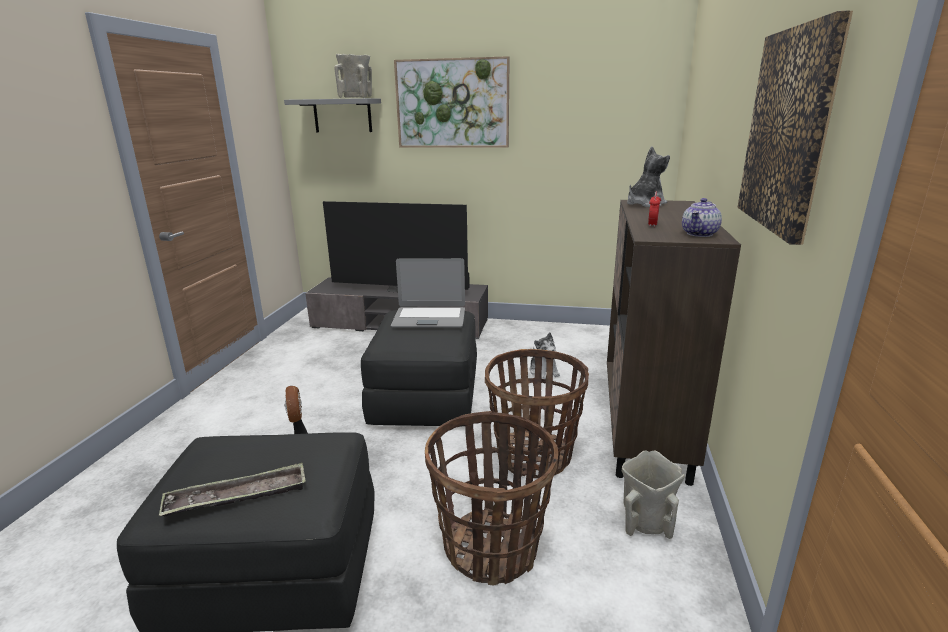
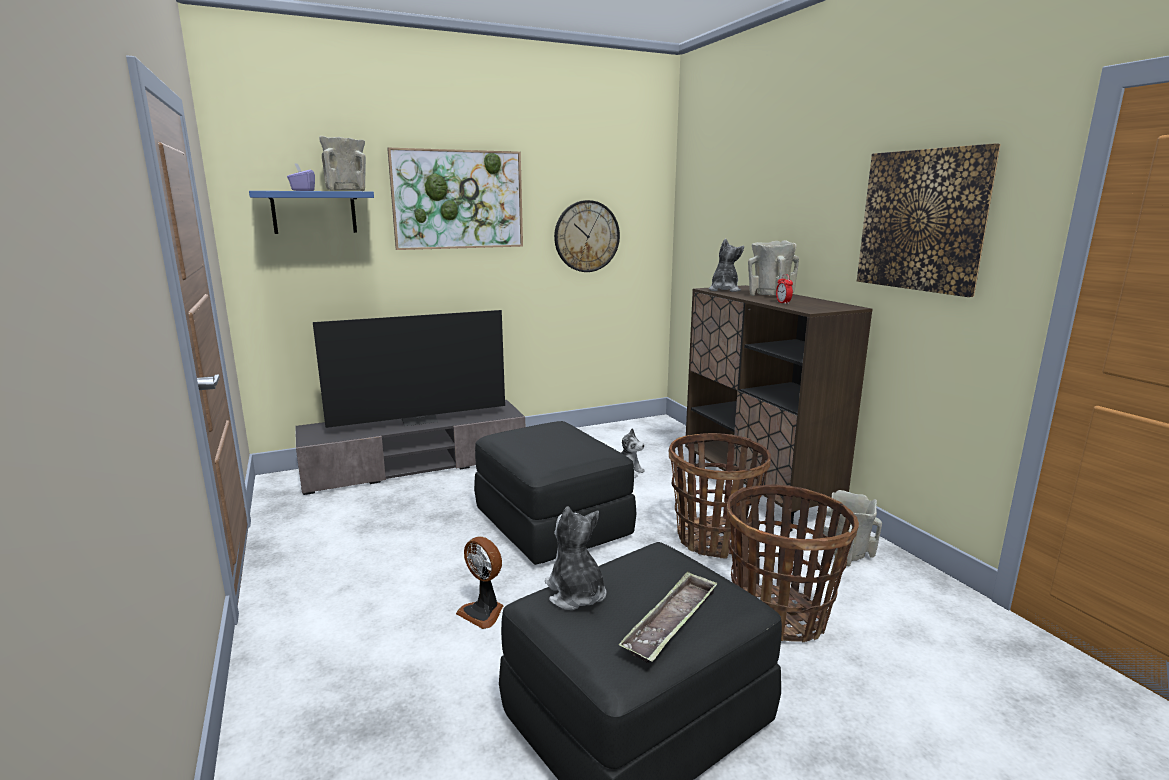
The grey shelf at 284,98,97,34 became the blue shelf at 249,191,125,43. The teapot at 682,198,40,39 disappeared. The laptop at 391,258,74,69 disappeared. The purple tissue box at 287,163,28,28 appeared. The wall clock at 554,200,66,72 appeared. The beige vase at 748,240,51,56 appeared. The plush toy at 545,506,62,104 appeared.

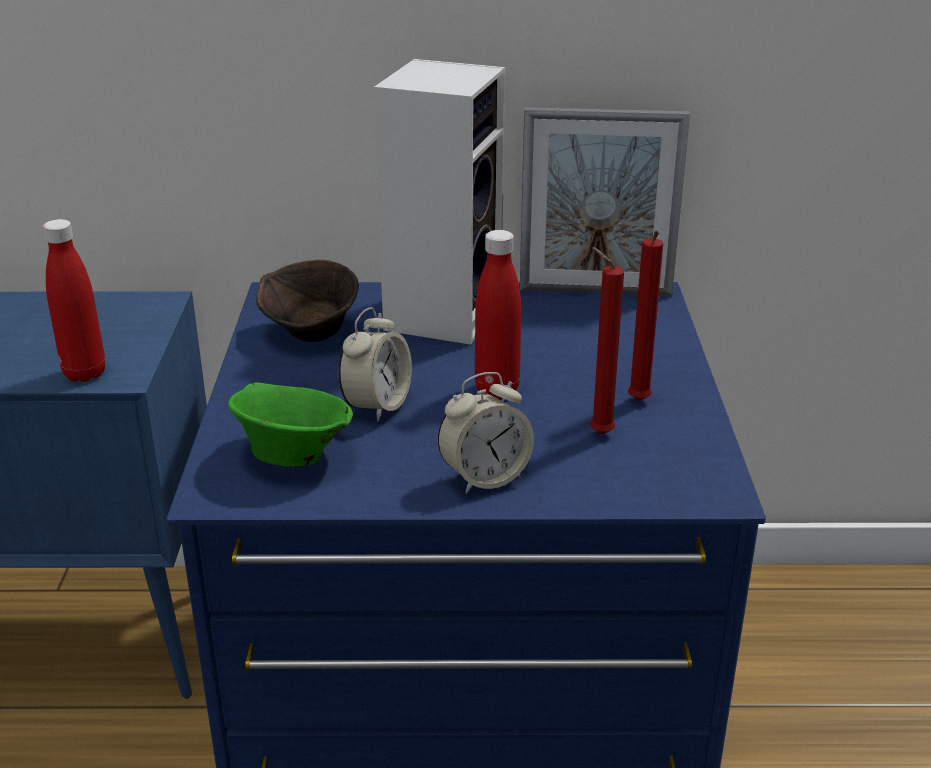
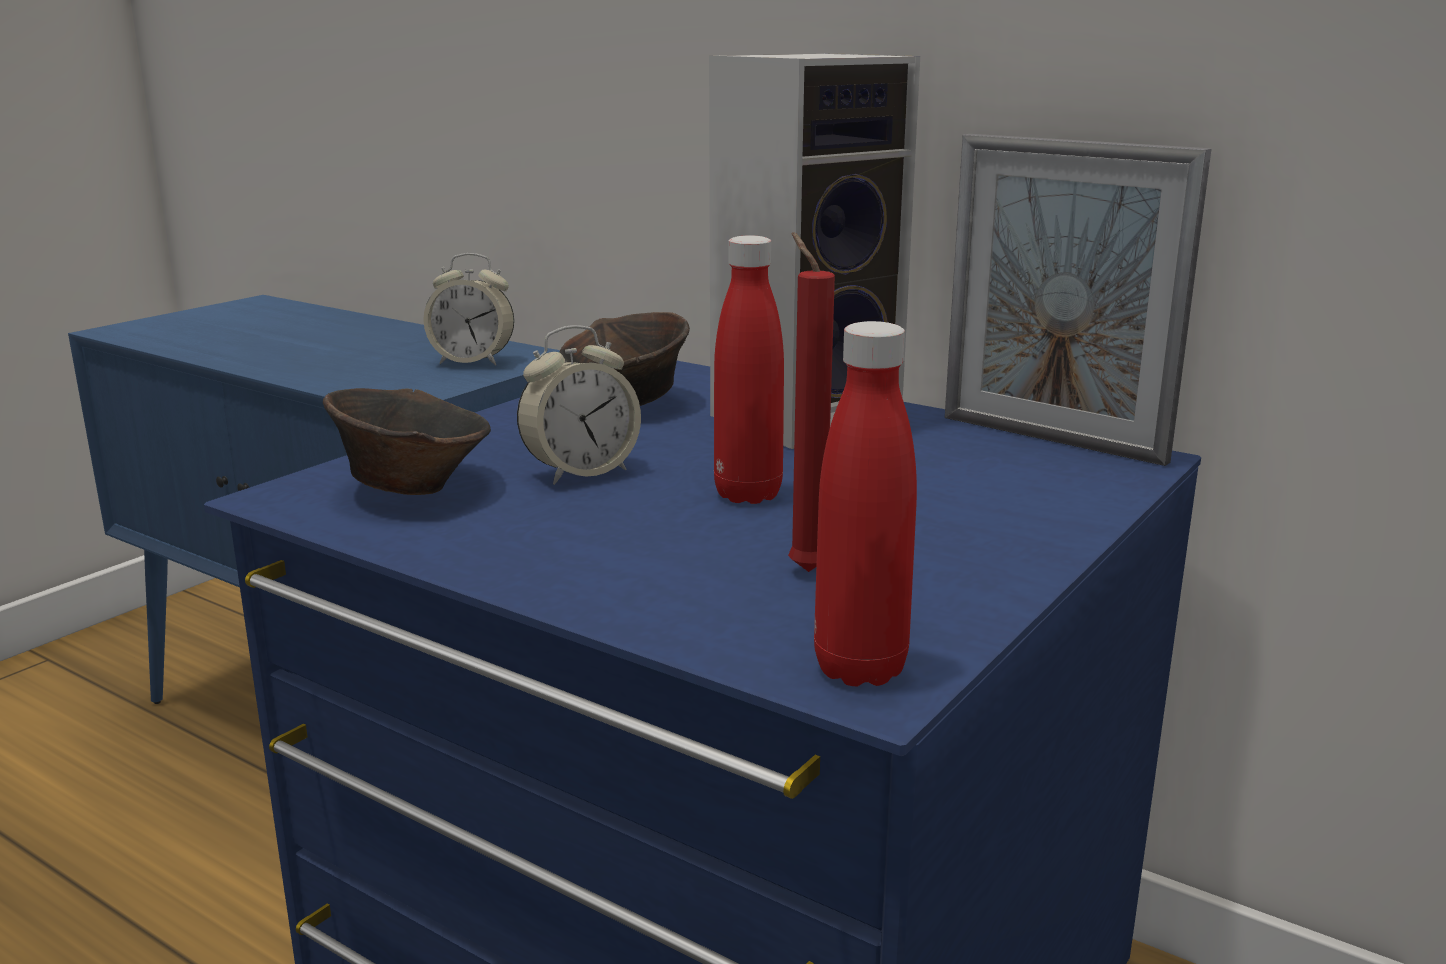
The red bottle moved from 43,219,62,163 to 814,321,103,366. The red candle at 628,230,35,171 disappeared. The alarm clock moved from 438,372,96,122 to 423,253,91,113. The green bowl at 228,382,125,85 became the brown bowl at 323,388,168,107.

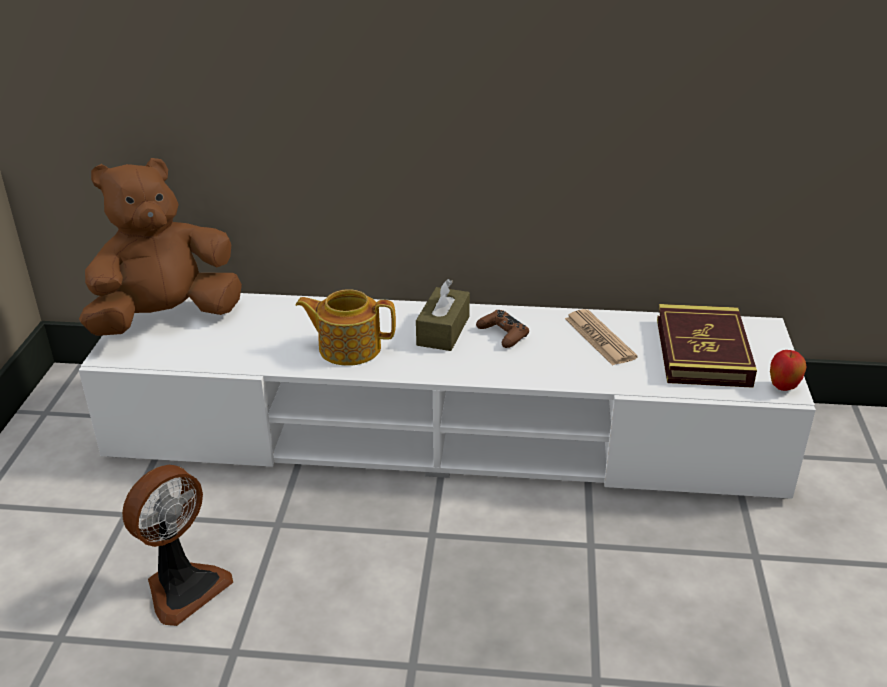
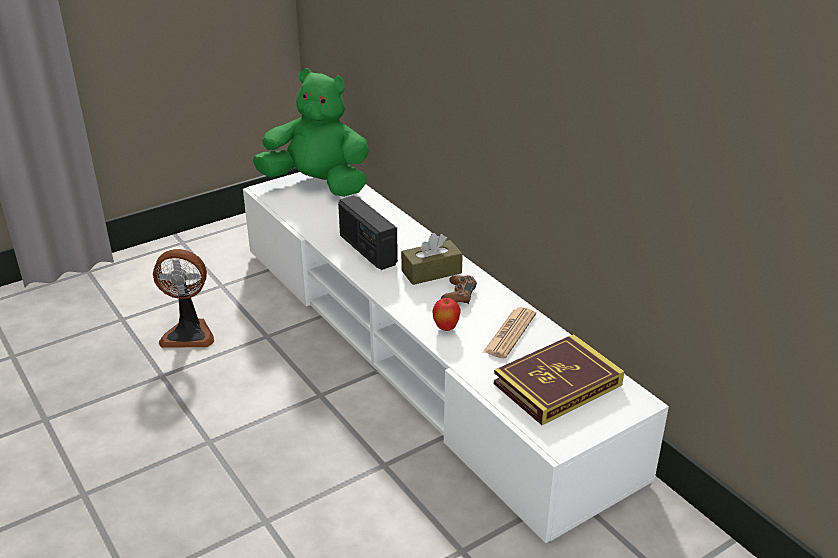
The brown plush toy at 79,158,163,178 became the green plush toy at 253,68,116,129. The teapot at 295,289,101,77 was replaced by the radio at 338,195,60,75. The apple moved from 770,350,37,41 to 432,298,29,33.

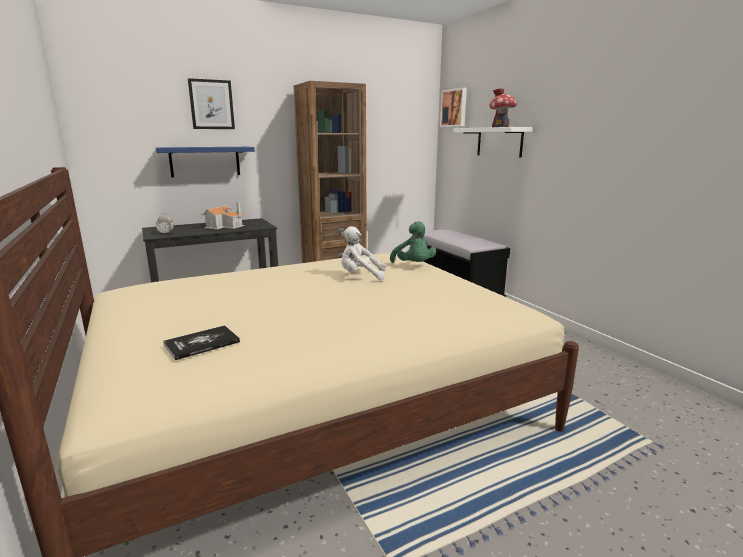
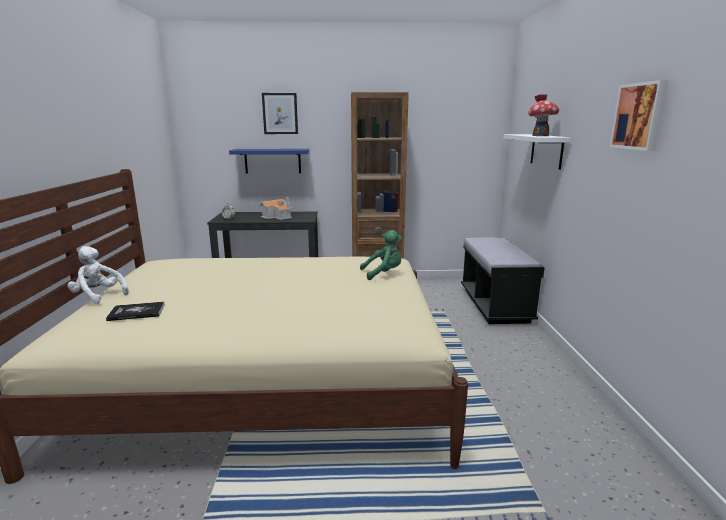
The picture moved from 440,88,27,39 to 609,80,60,71. The green plush toy at 390,221,46,42 turned 105 degrees counterclockwise. The white plush toy moved from 341,226,45,54 to 67,246,62,58.

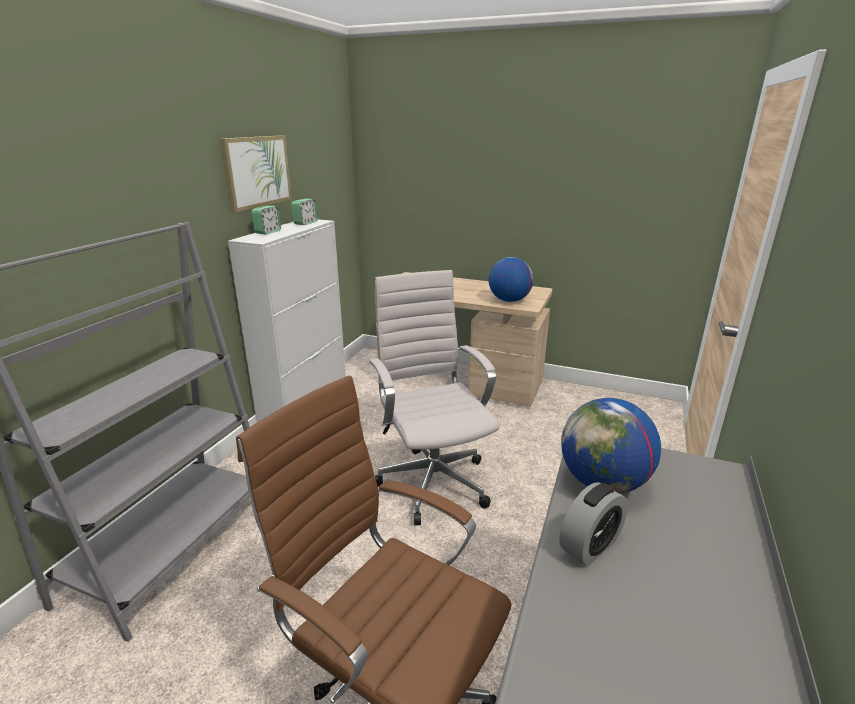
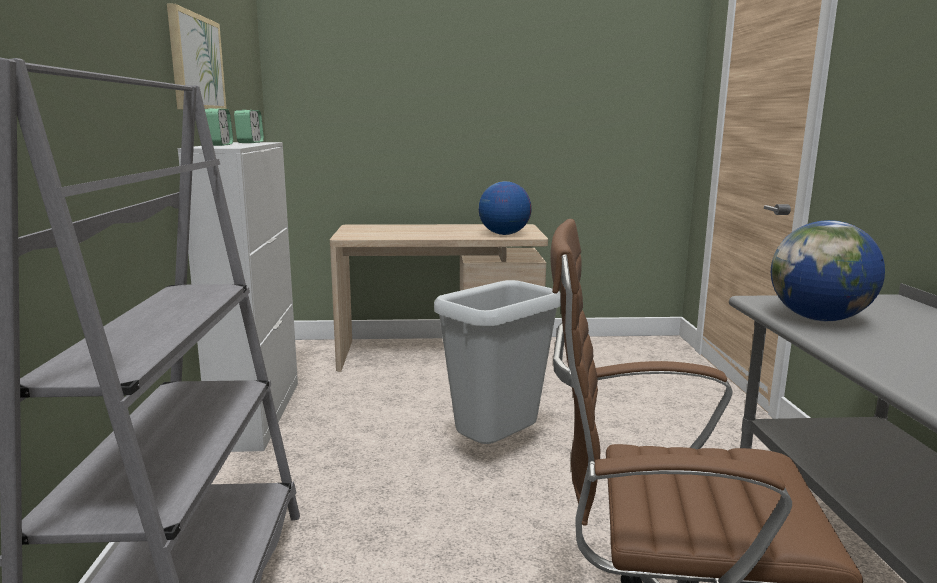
The white office chair at 369,270,130,255 was replaced by the grey trash can at 434,280,127,164. The alarm clock at 559,482,69,84 disappeared.

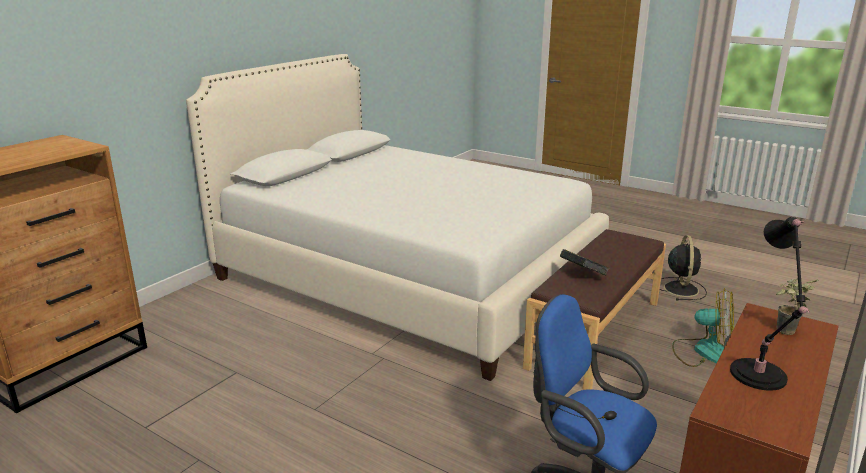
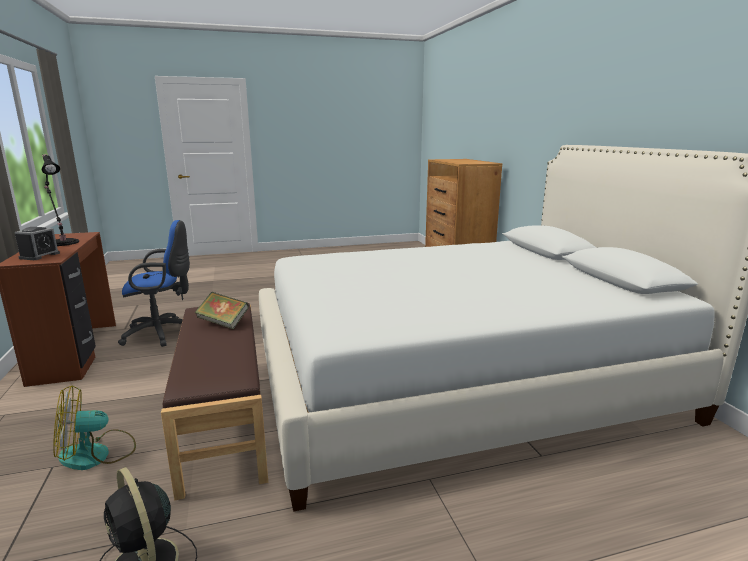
The potted plant at 776,278,43,57 was replaced by the alarm clock at 15,227,45,33.

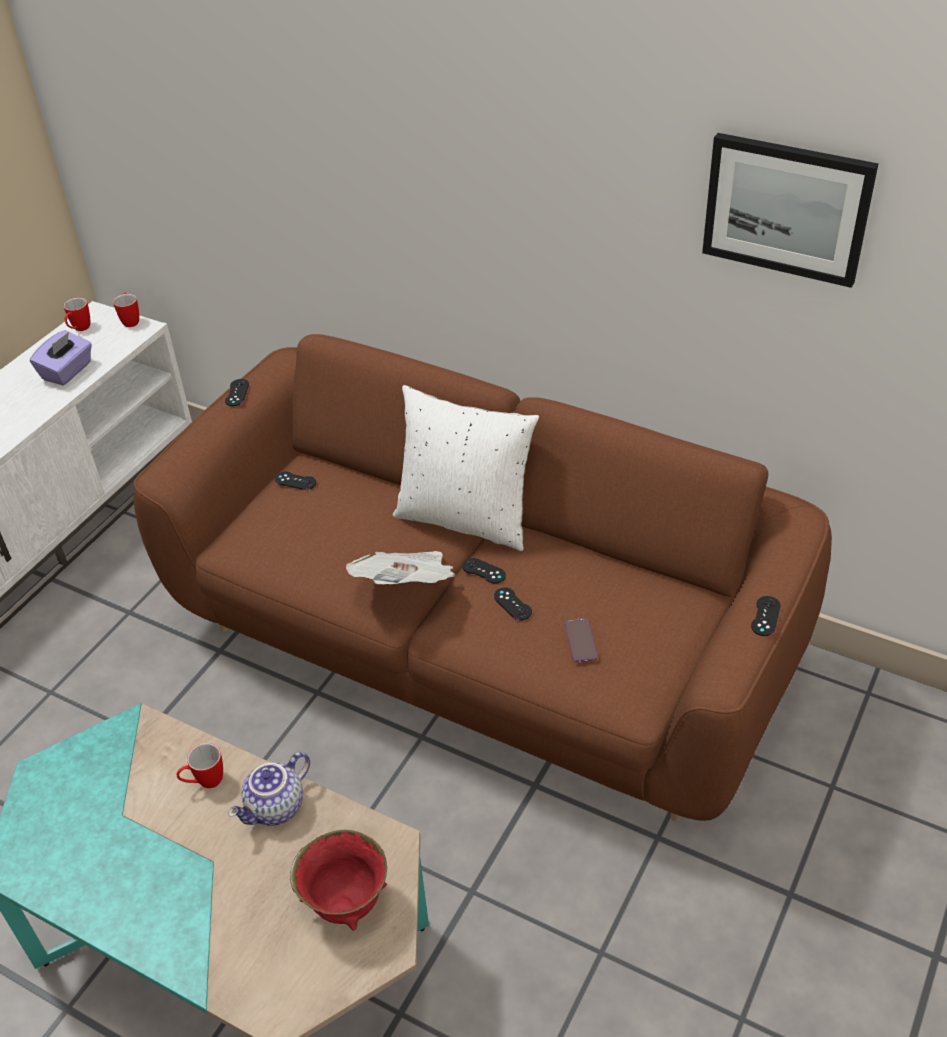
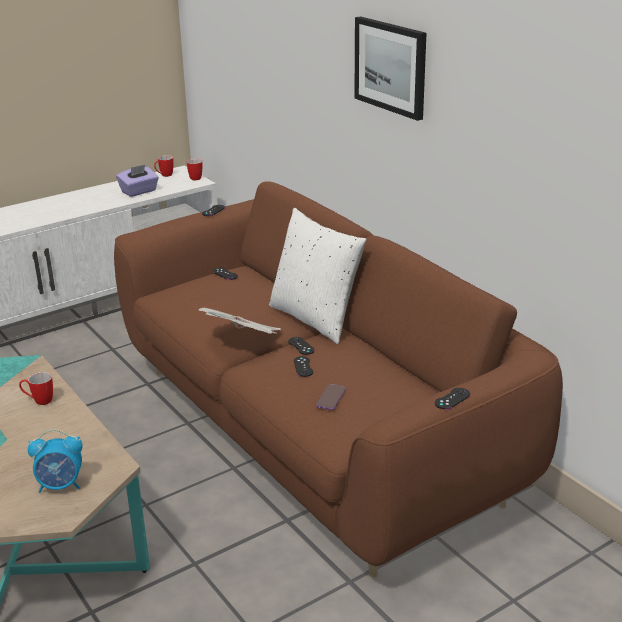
The picture moved from 702,133,177,155 to 354,16,72,105. The teapot at 228,752,82,74 disappeared. The red bowl at 290,830,97,101 was replaced by the alarm clock at 28,429,55,64.

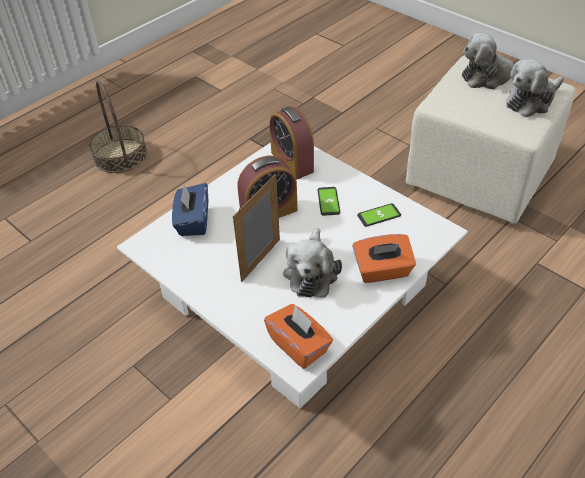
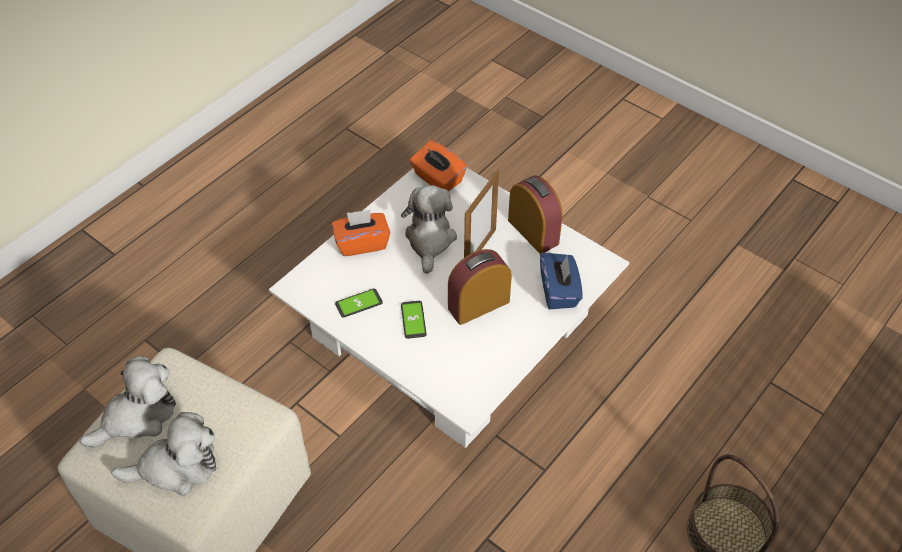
The alarm clock moved from 270,106,44,73 to 508,175,55,79.

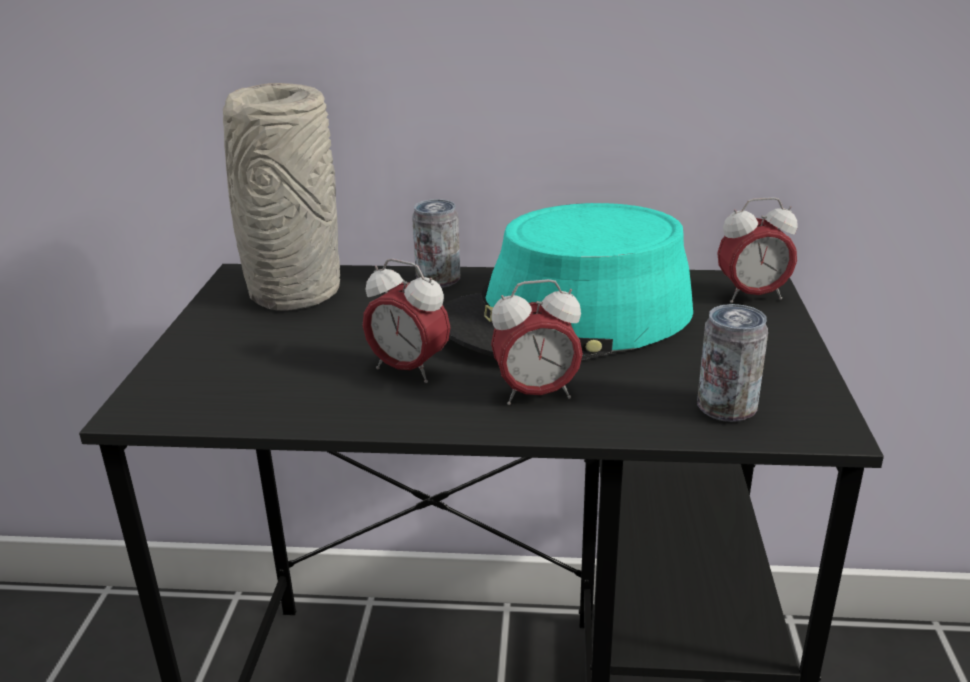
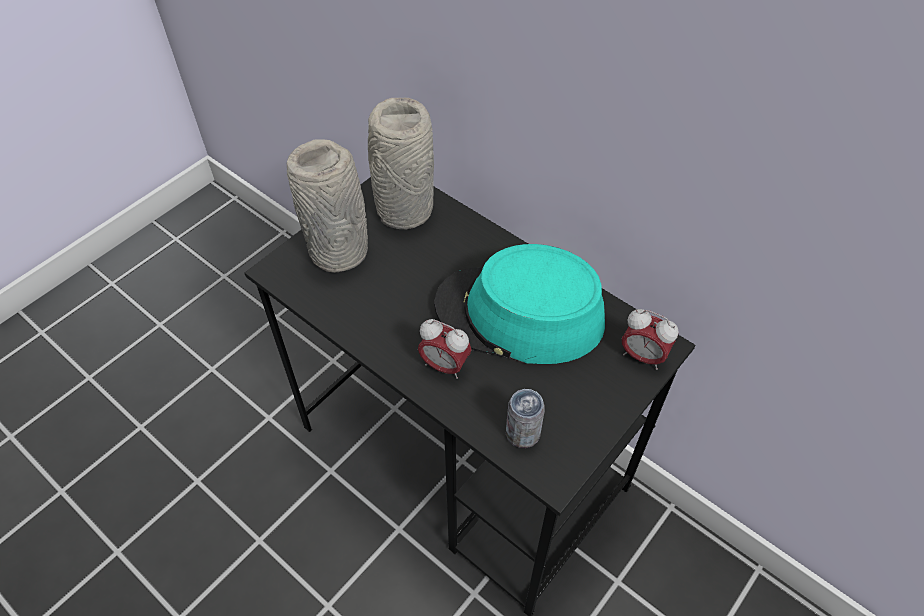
The can at 412,199,48,89 disappeared. The alarm clock at 363,258,87,125 disappeared. The grey vase at 287,139,81,134 appeared.

